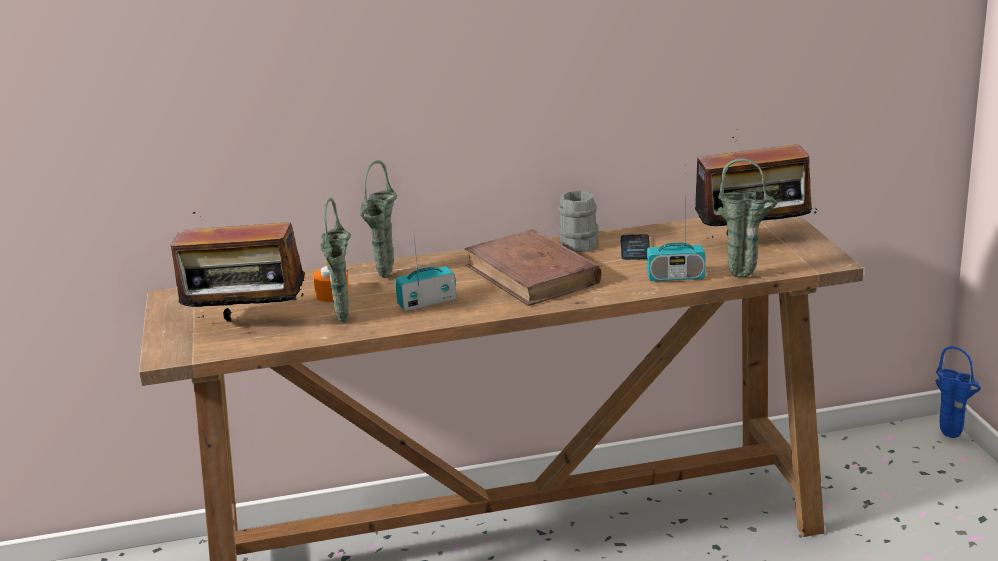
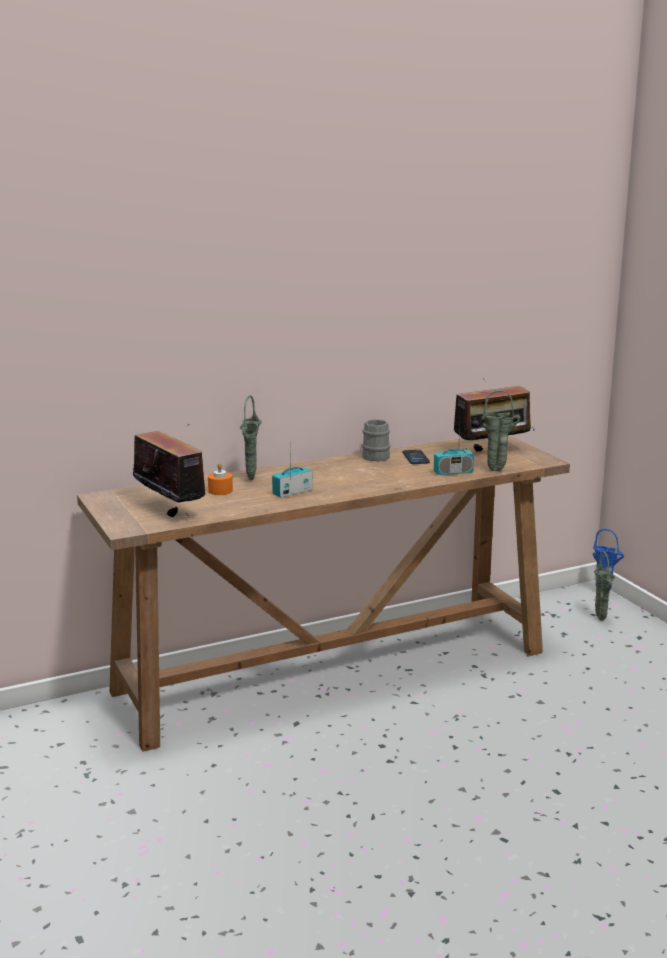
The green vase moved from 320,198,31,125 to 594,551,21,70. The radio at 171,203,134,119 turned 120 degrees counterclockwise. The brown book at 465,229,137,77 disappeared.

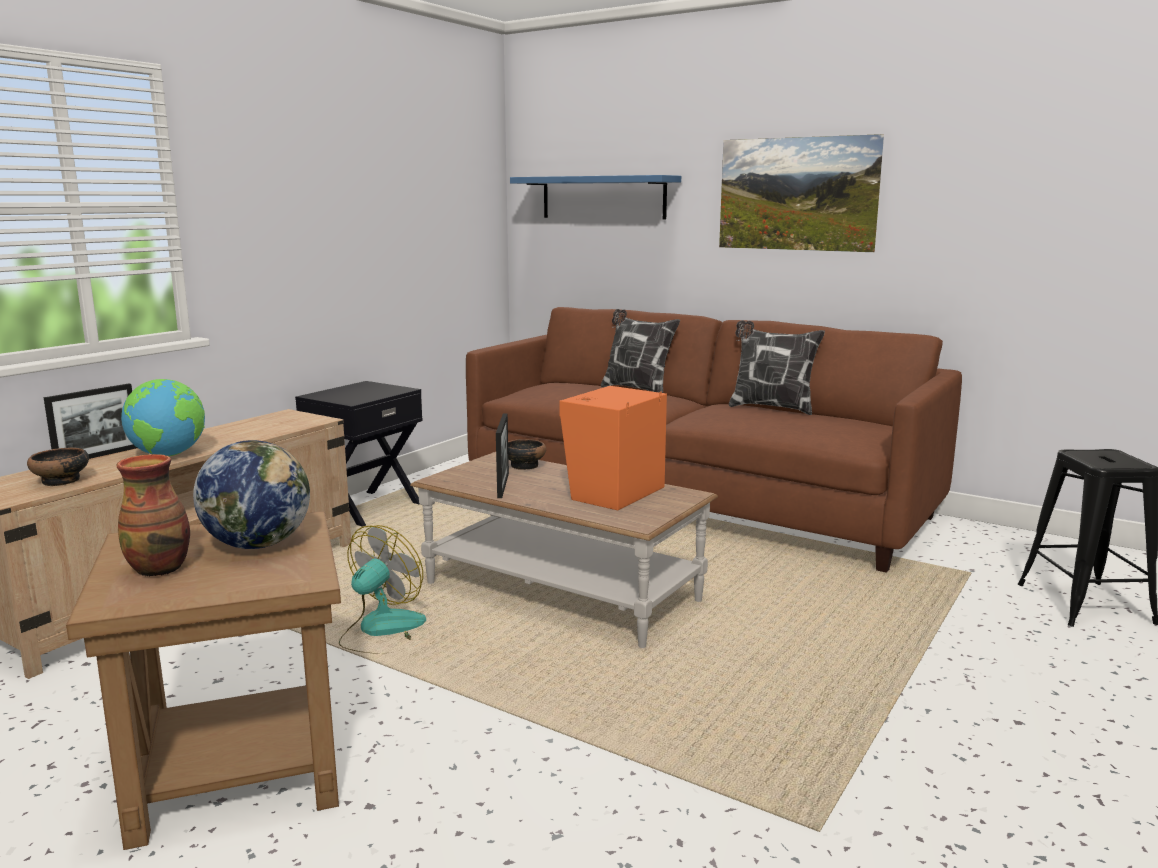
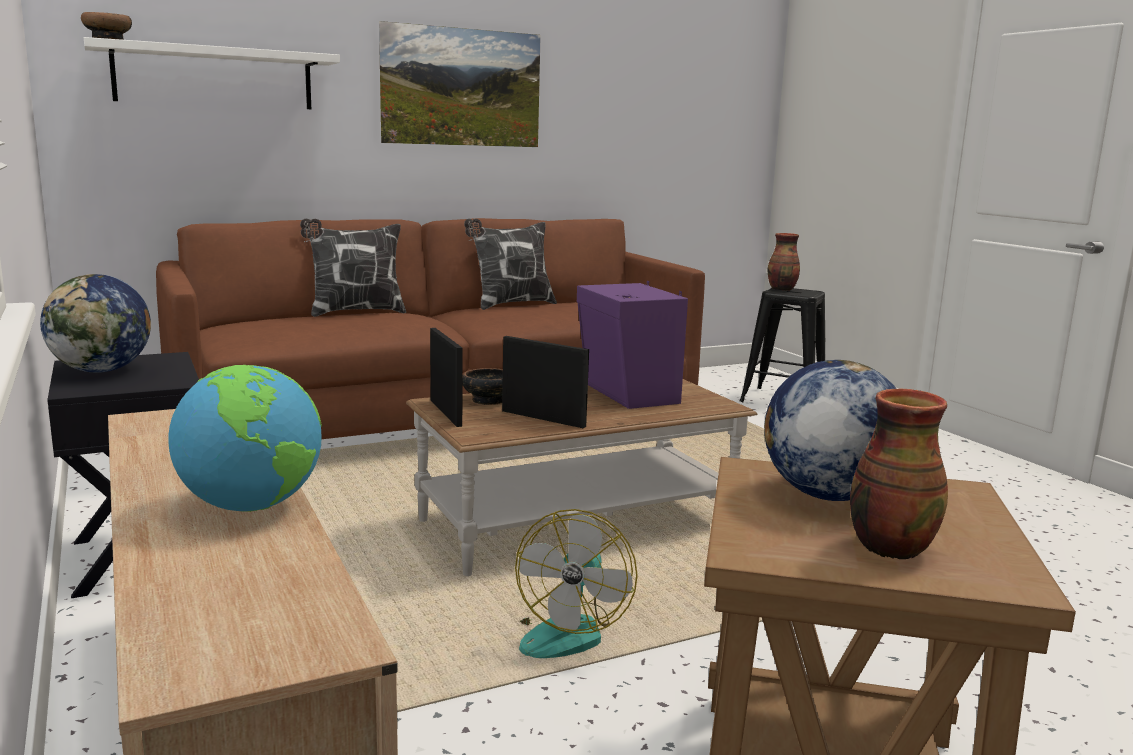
The blue shelf at 510,175,171,45 became the white shelf at 84,37,256,72. The picture frame moved from 44,383,93,76 to 430,328,33,99. The orange speaker at 559,386,108,124 became the purple speaker at 577,281,111,128. The bowl moved from 27,448,62,38 to 81,12,51,28. The fan at 339,525,87,128 turned 135 degrees counterclockwise. The vase at 768,233,32,58 appeared. The globe at 40,274,111,99 appeared.

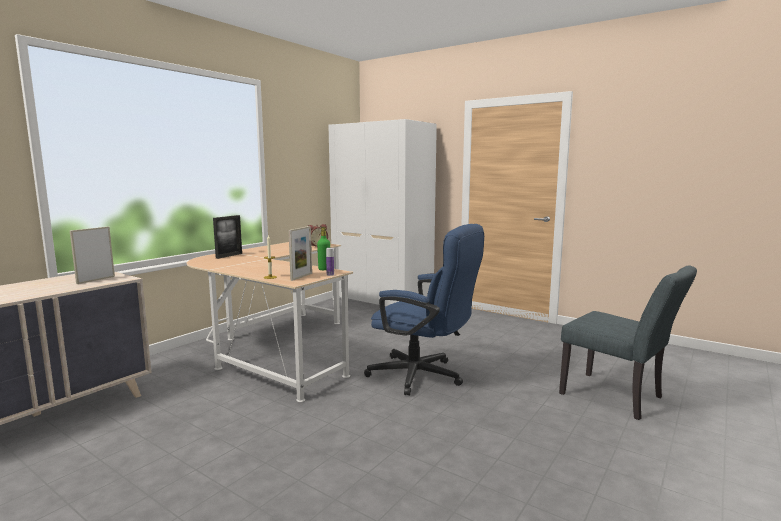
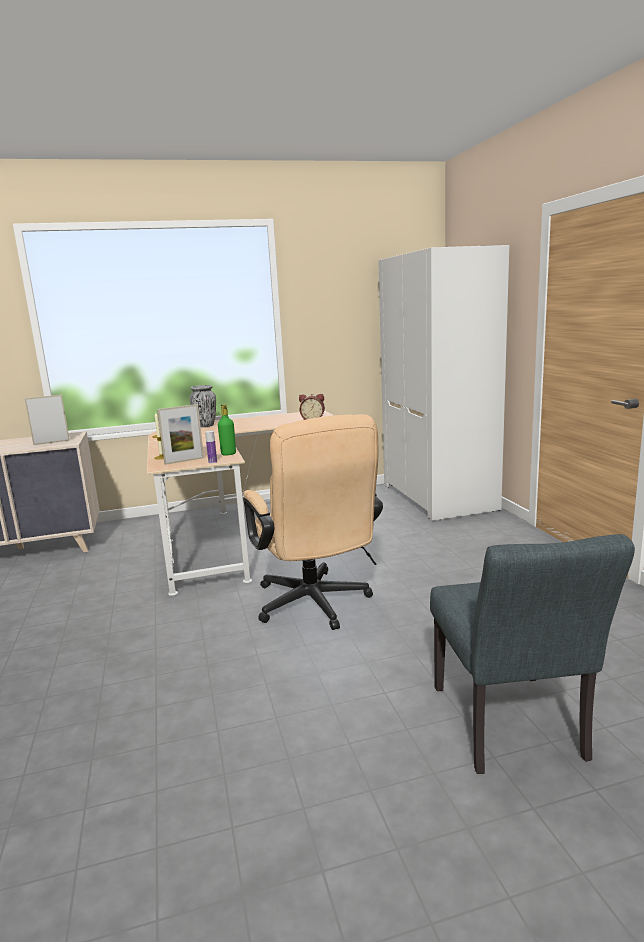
The picture frame at 213,215,29,44 was replaced by the vase at 190,385,26,42. The blue office chair at 364,224,120,172 became the beige office chair at 243,414,140,216.

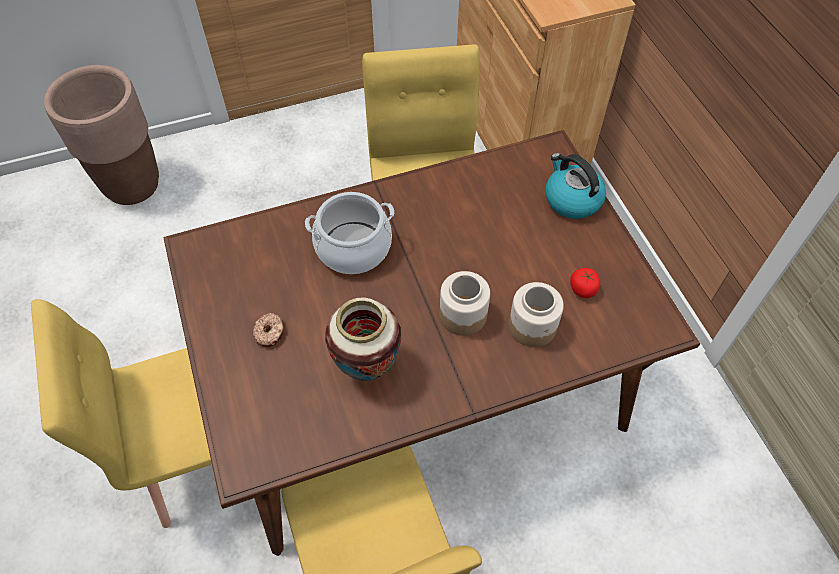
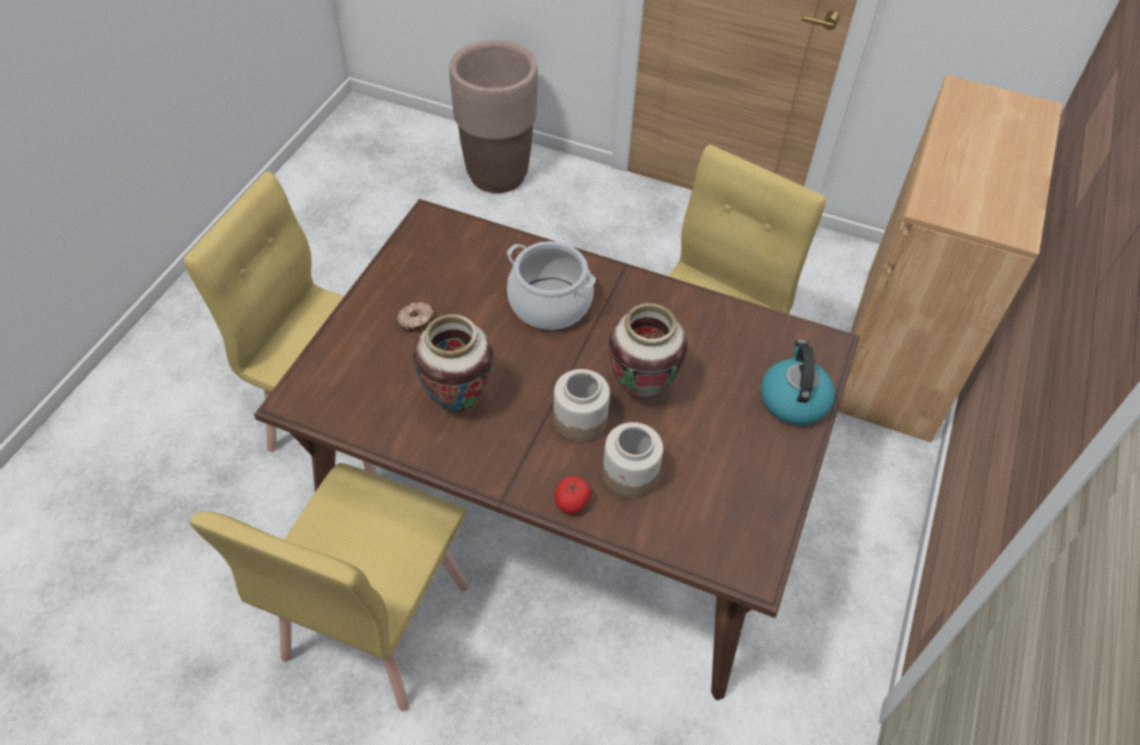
The tomato moved from 570,268,30,30 to 555,476,36,38. The vase at 609,303,78,96 appeared.

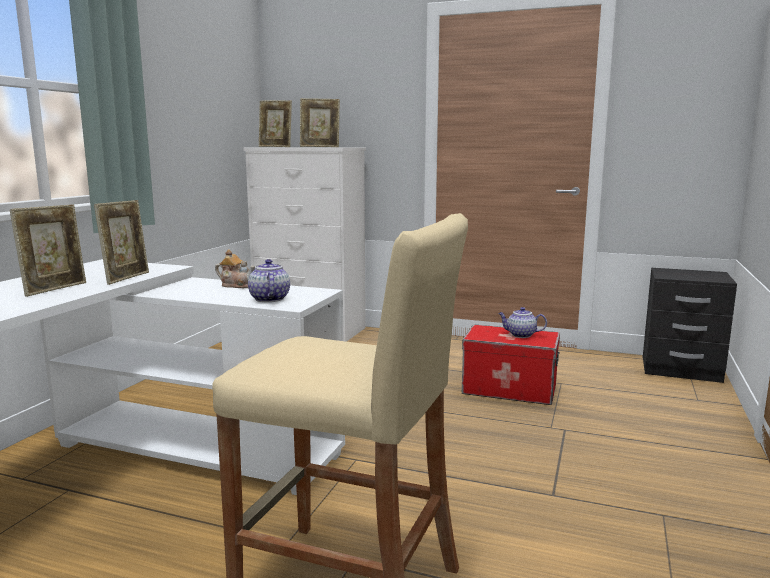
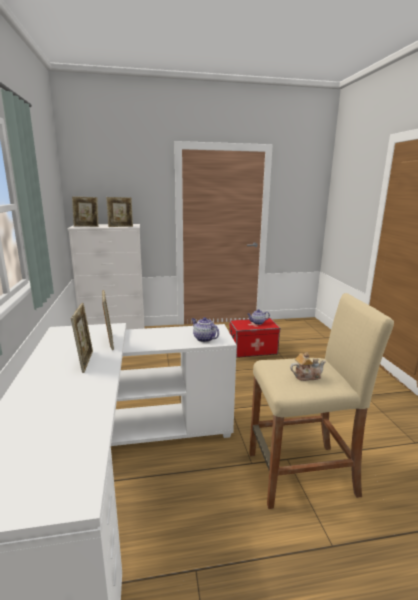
The teapot moved from 215,249,40,39 to 290,352,36,29. The black nightstand at 643,268,94,115 disappeared.

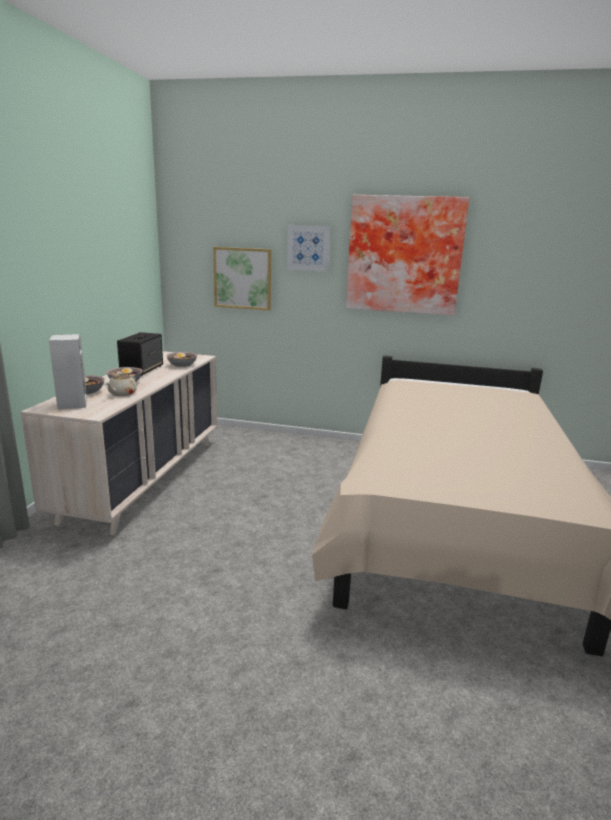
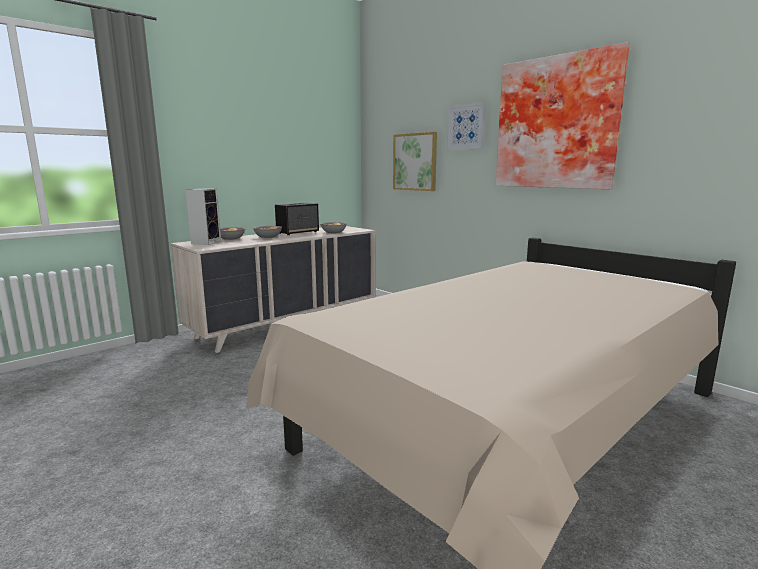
The beige teapot at 106,373,31,23 disappeared.

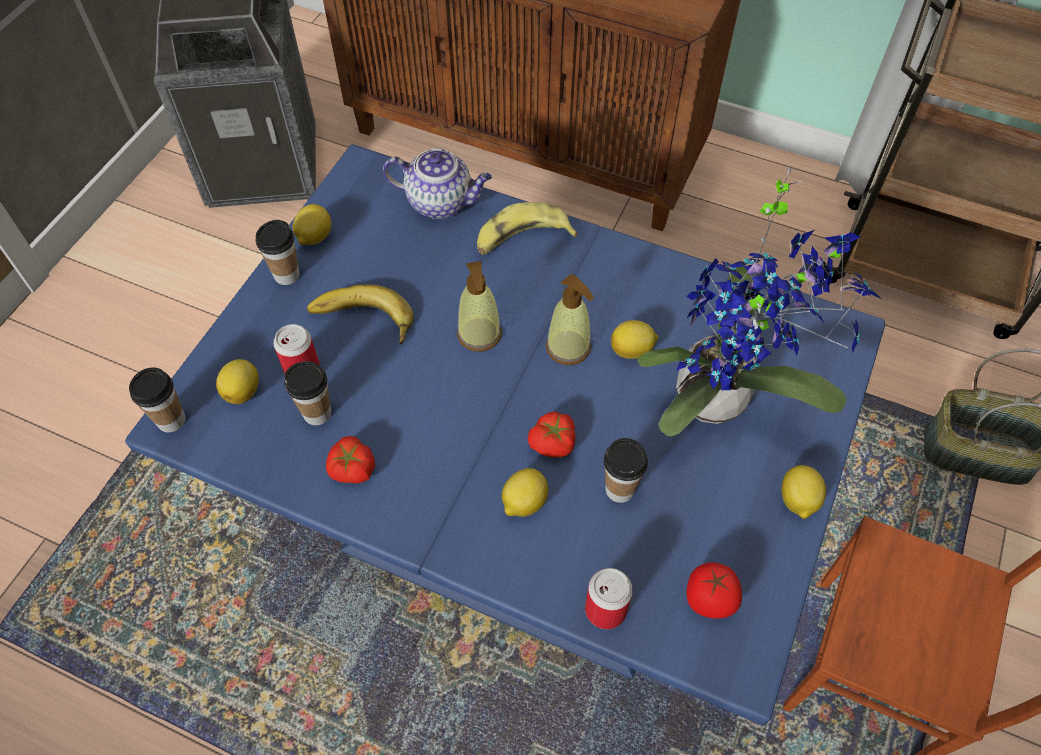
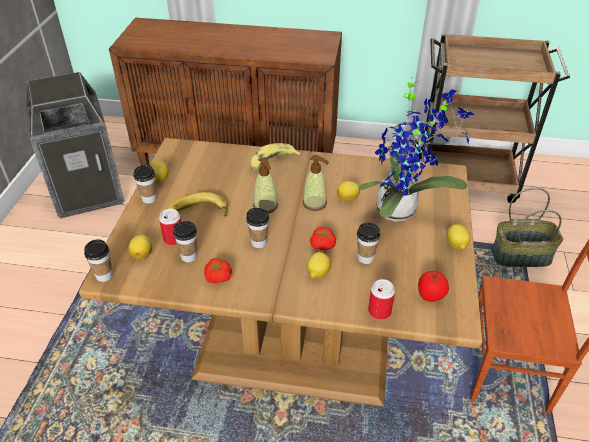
The blue dining table at 125,144,760,581 became the brown dining table at 79,138,404,269. The teapot at 383,149,109,70 disappeared. The cup at 246,208,23,40 appeared.

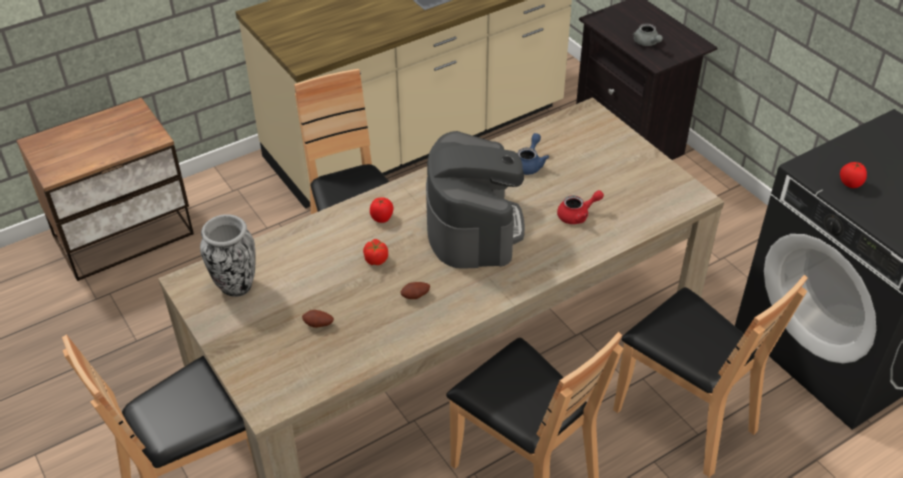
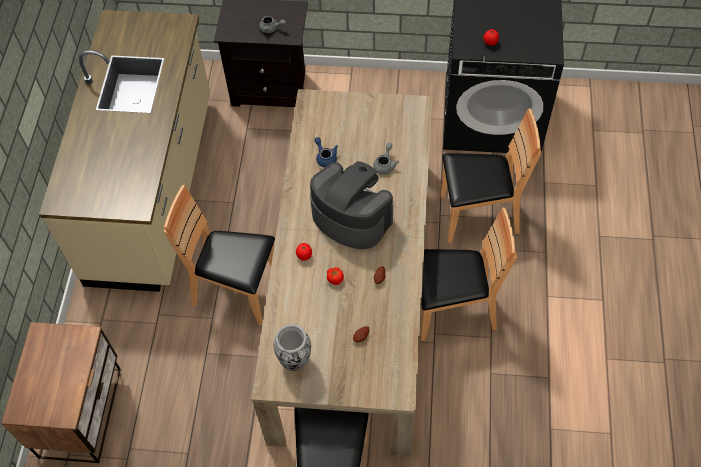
The red teapot at 557,190,47,34 became the grey teapot at 373,143,26,32.

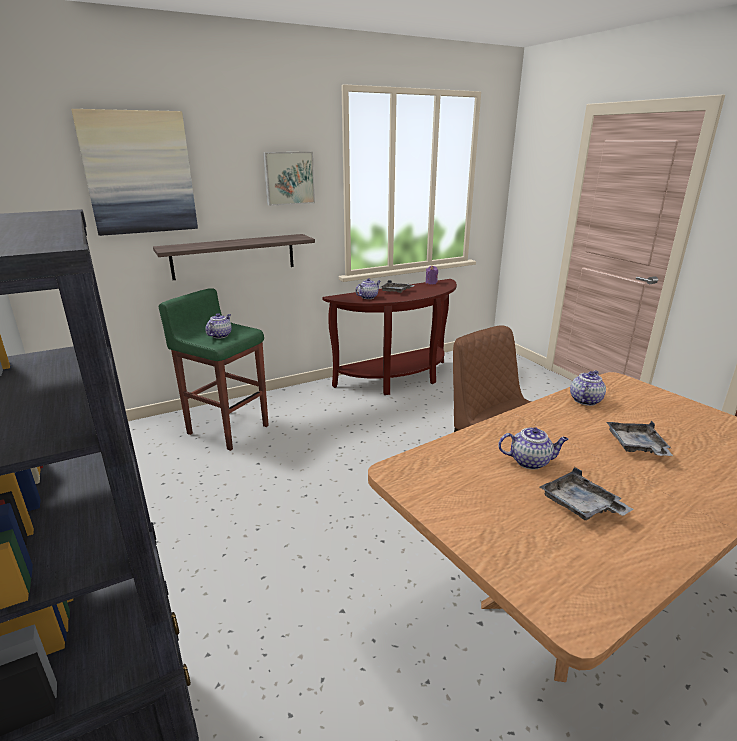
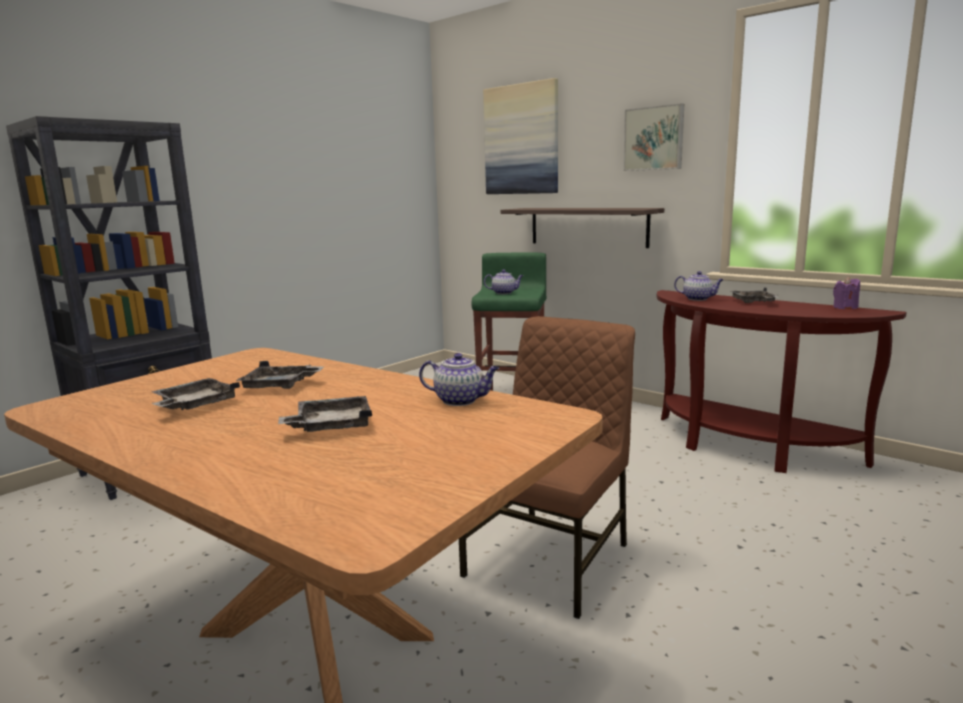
The teapot at 498,427,70,42 was replaced by the grey tray at 236,361,88,28.

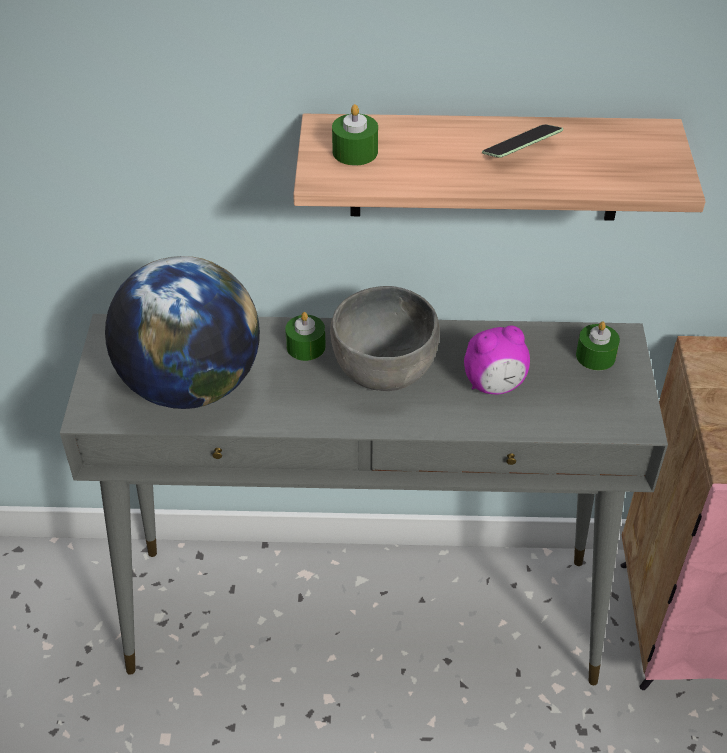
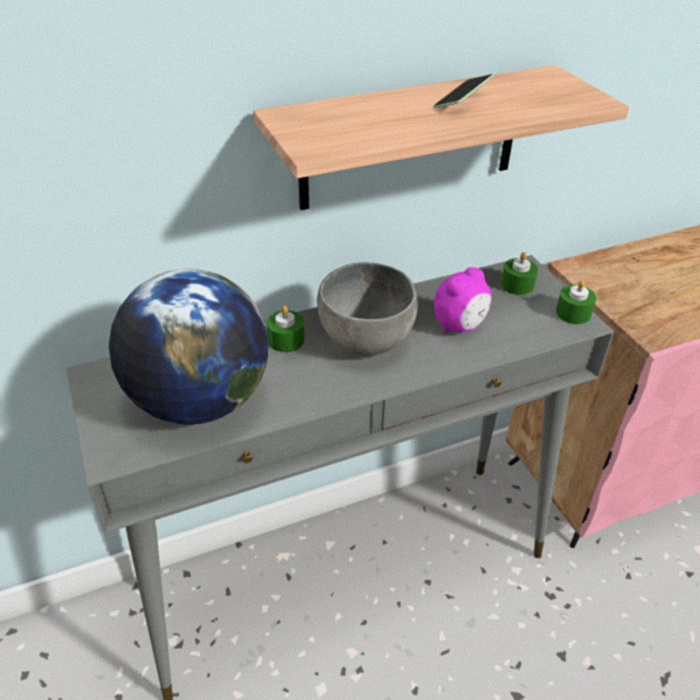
The green candle moved from 332,104,46,61 to 556,279,40,45.

